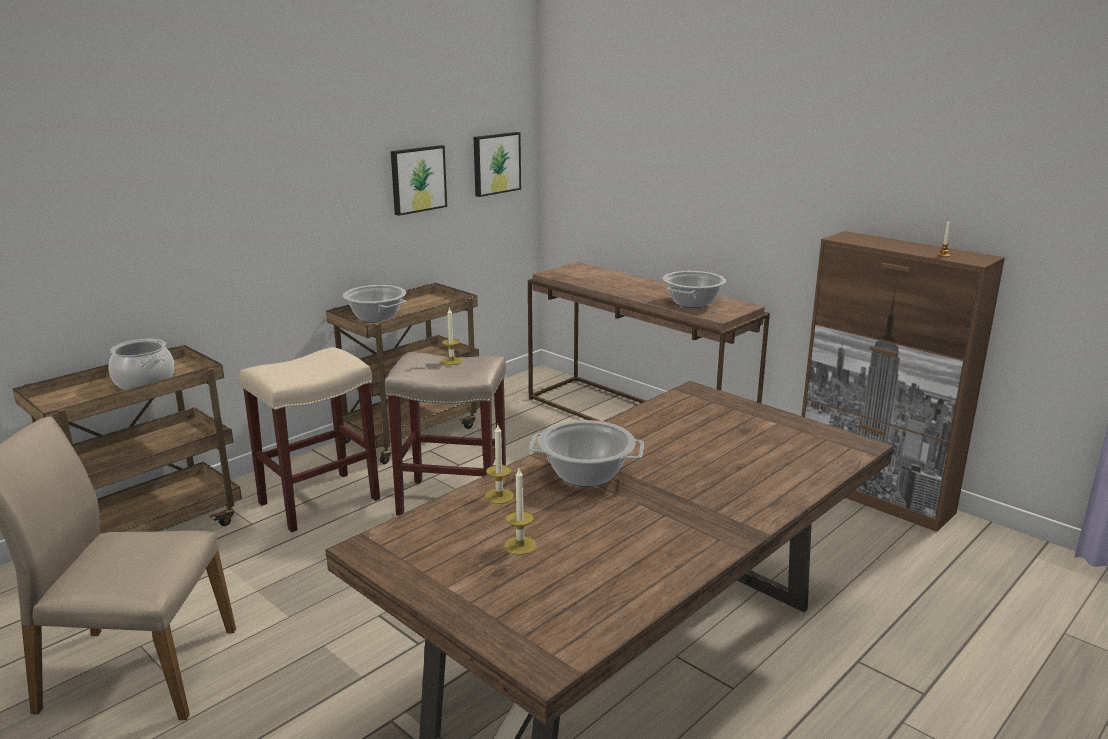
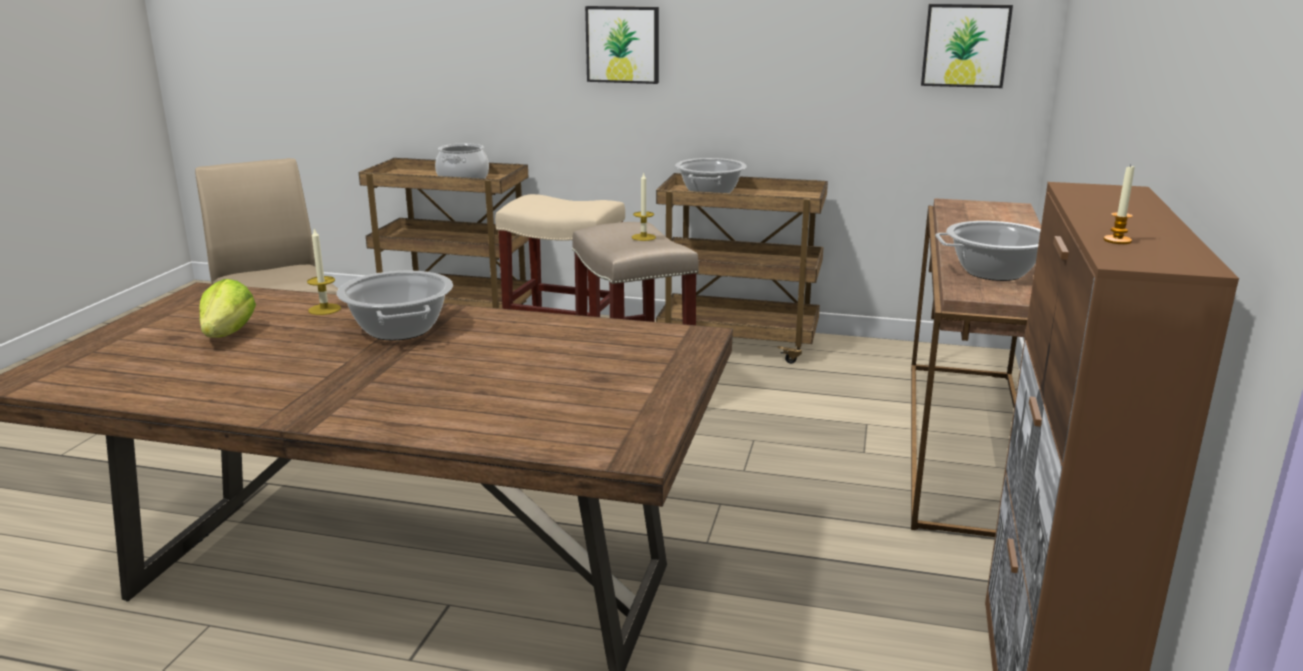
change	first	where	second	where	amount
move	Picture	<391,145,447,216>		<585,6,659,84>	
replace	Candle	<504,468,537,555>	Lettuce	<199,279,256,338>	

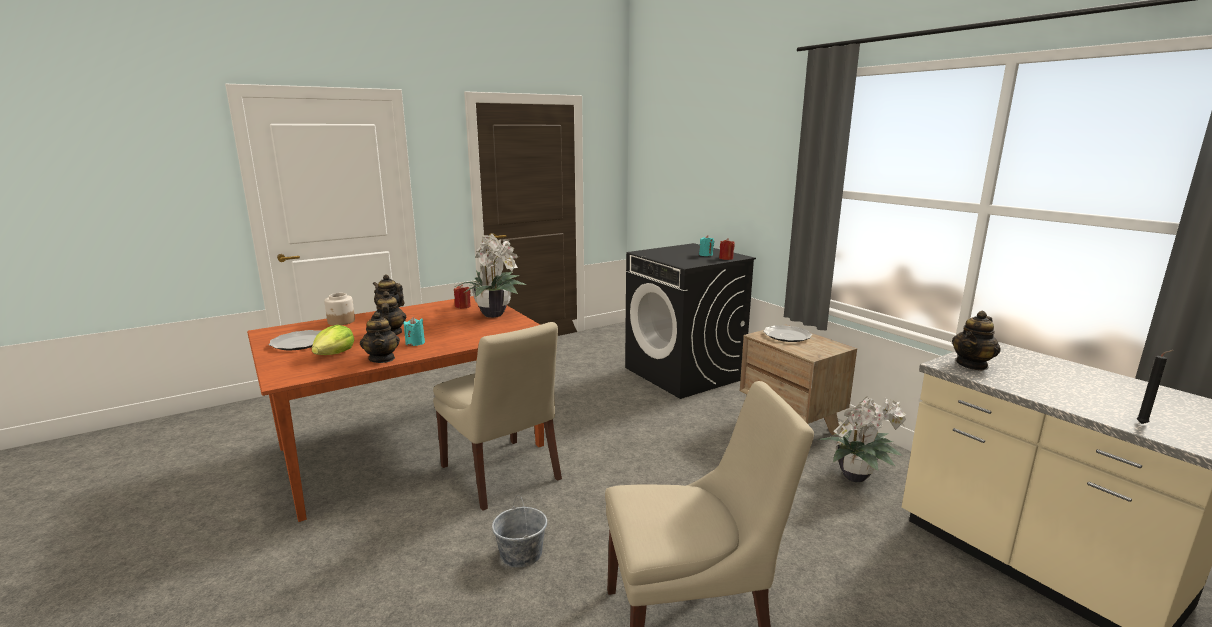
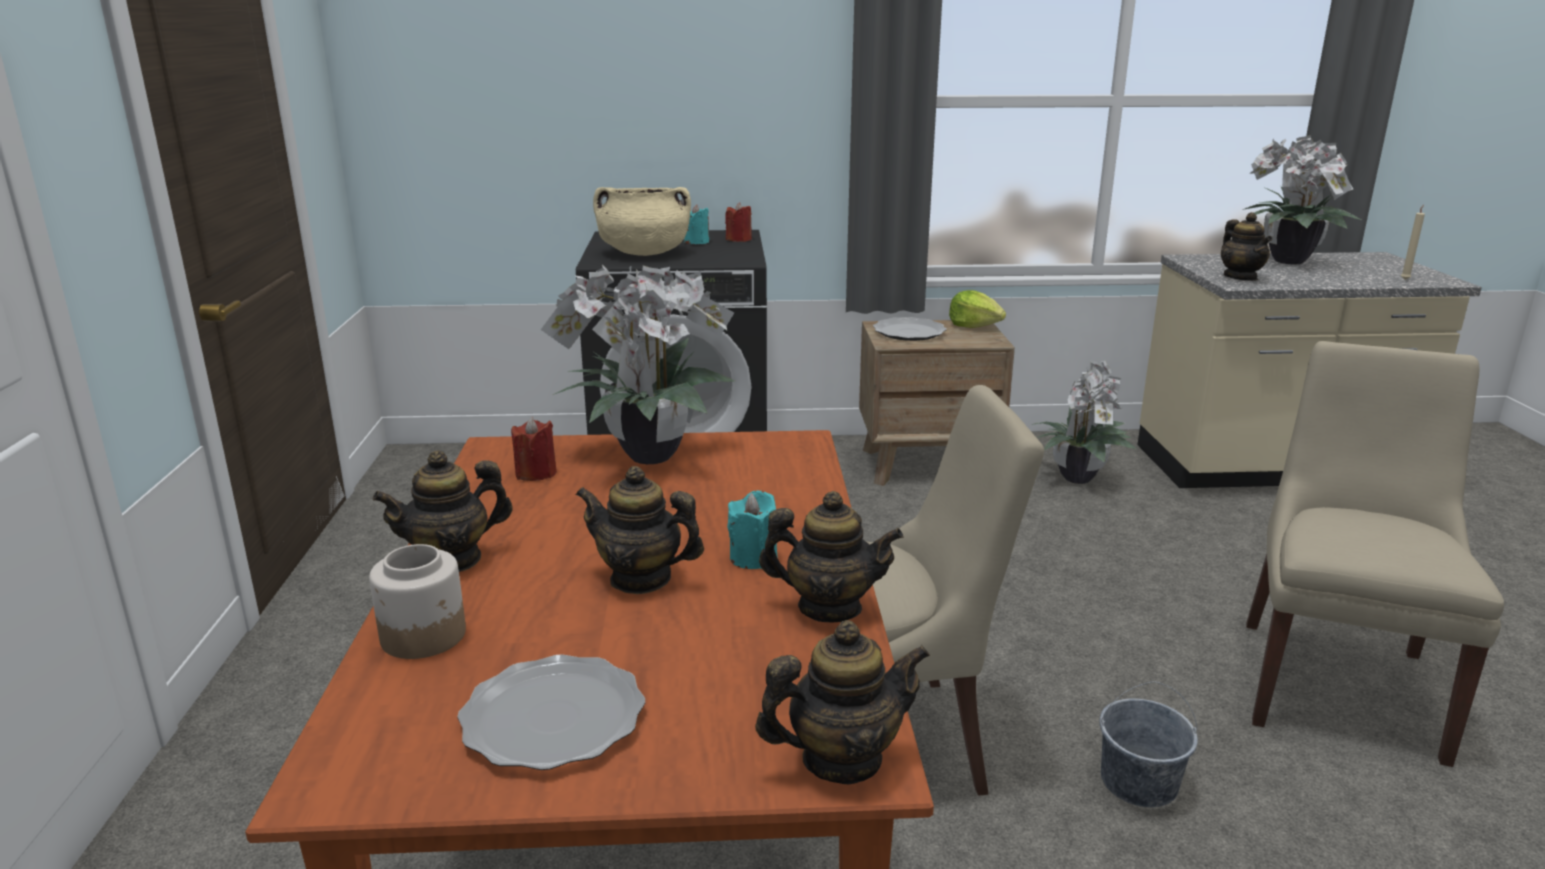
change	first	where	second	where	amount
insert			BeigeCookingPot	<593,187,691,256>	
insert			Teapot	<755,620,930,784>	
insert			PottedPlant	<1242,135,1361,264>	
move	Lettuce	<312,325,354,355>		<949,290,1006,328>	
recolor	BlackCandle	<1136,350,1173,424>	BeigeCandle	<1401,205,1425,280>	

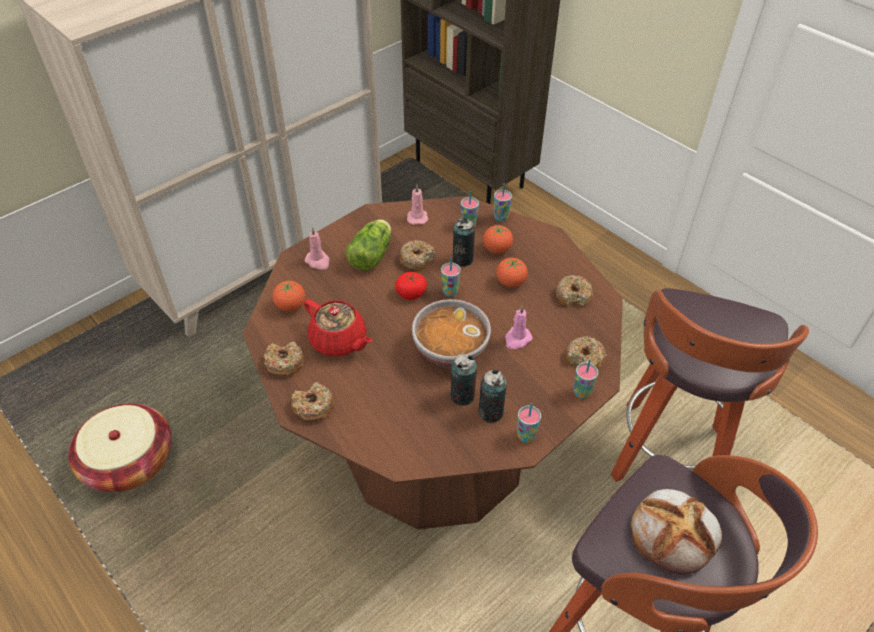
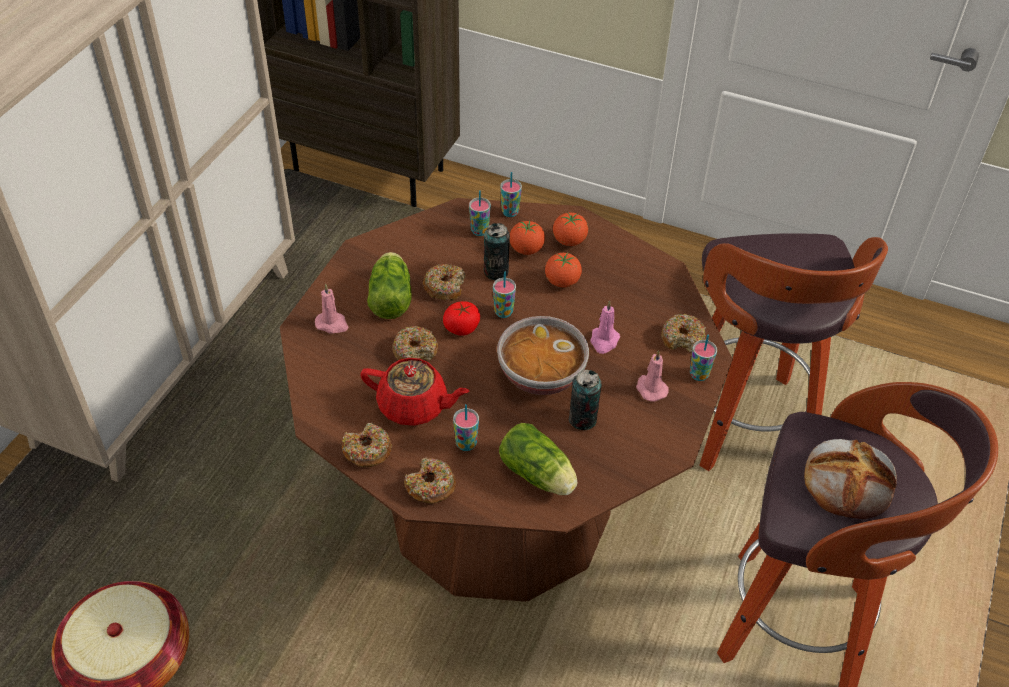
change	first	where	second	where	amount
delete	Can	<478,370,507,423>			
insert			Lettuce	<499,423,577,495>	
move	Tomato	<272,281,305,312>		<553,212,588,246>	
move	PinkCandle	<407,185,429,225>		<636,350,669,402>	
move	Cup	<517,403,541,443>		<453,404,479,451>	
move	Donut	<556,275,593,306>		<392,326,438,361>	

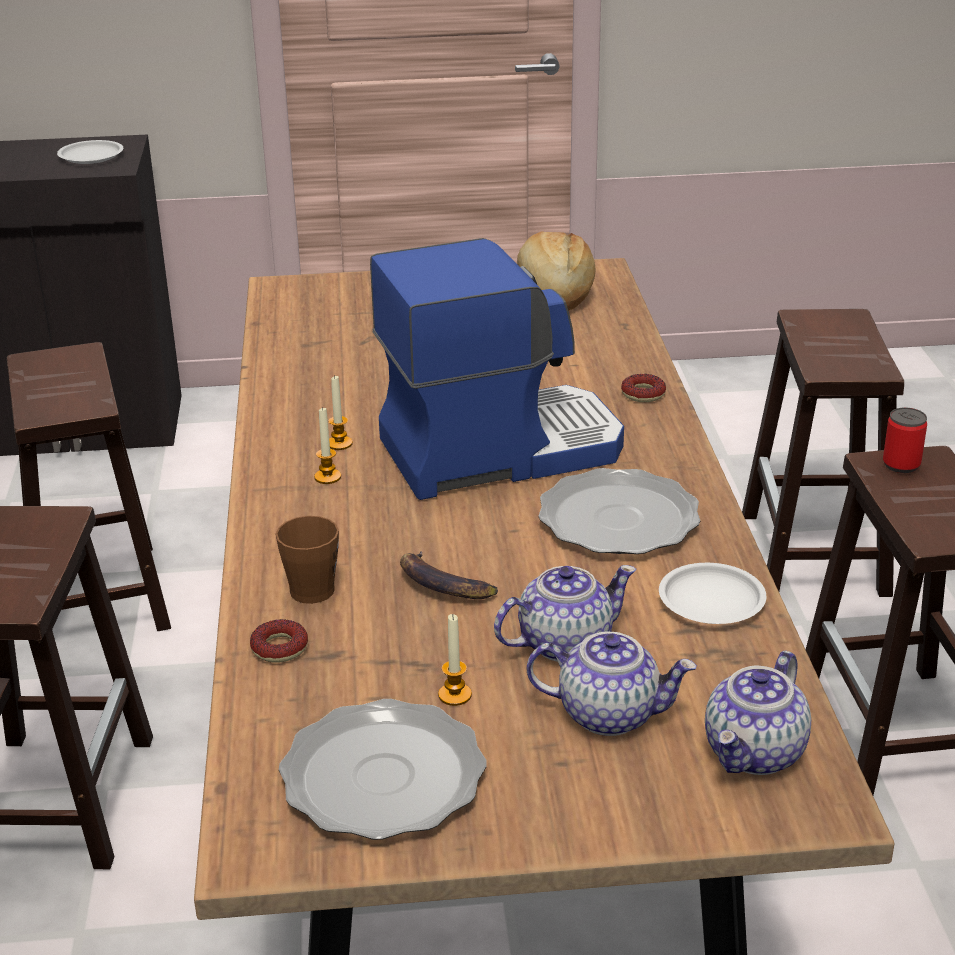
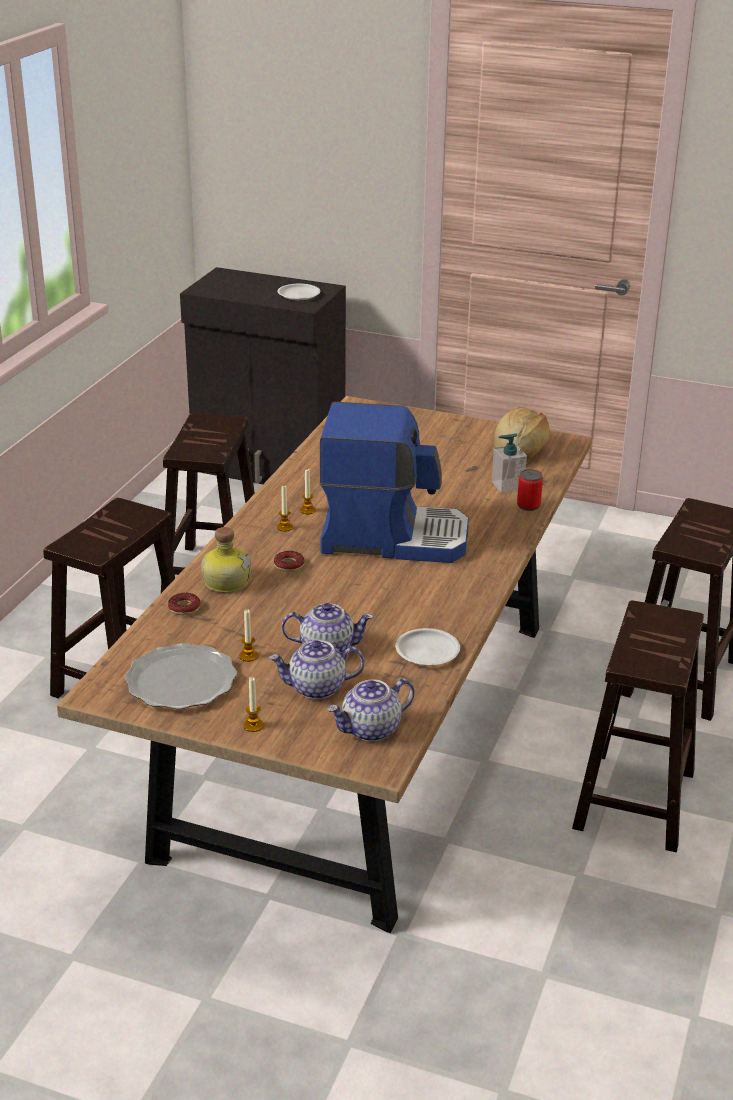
change	first	where	second	where	amount
delete	Banana	<400,551,498,599>			
delete	Plate	<539,468,700,554>			
insert			Candle	<243,677,264,732>	
insert			SoapDispenser	<492,433,527,493>	
move	Donut	<621,374,666,402>		<274,551,304,572>	
move	Can	<883,407,927,473>		<517,469,543,511>	
replace	BrownMug	<276,516,339,604>	Bottle	<201,527,251,593>	
rotate	Teapot	<527,632,697,736>		<269,640,365,700>	135 degrees clockwise

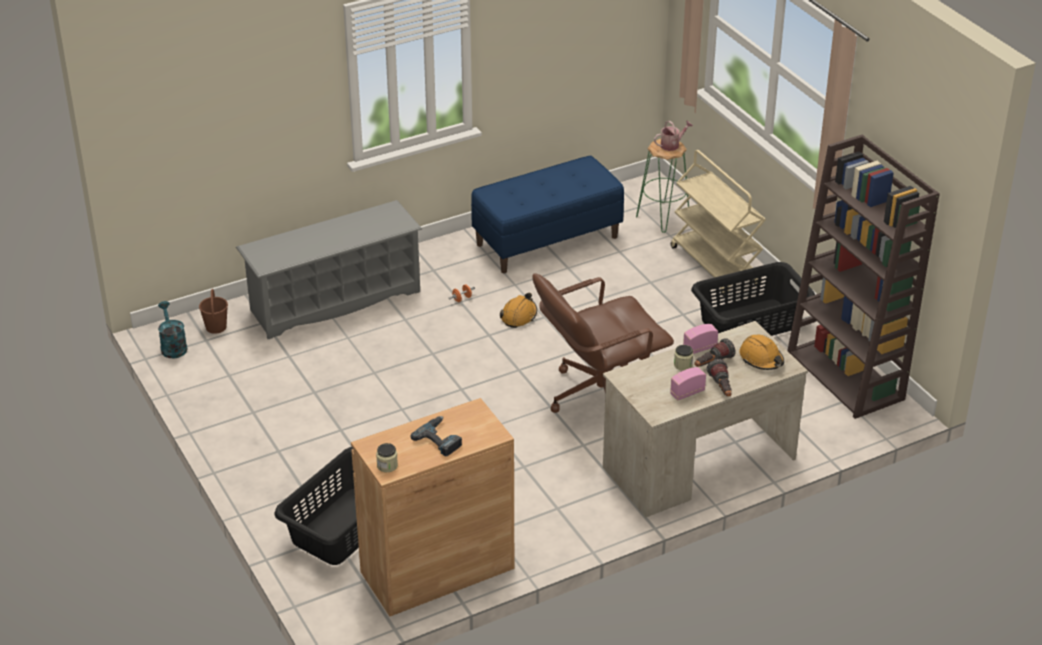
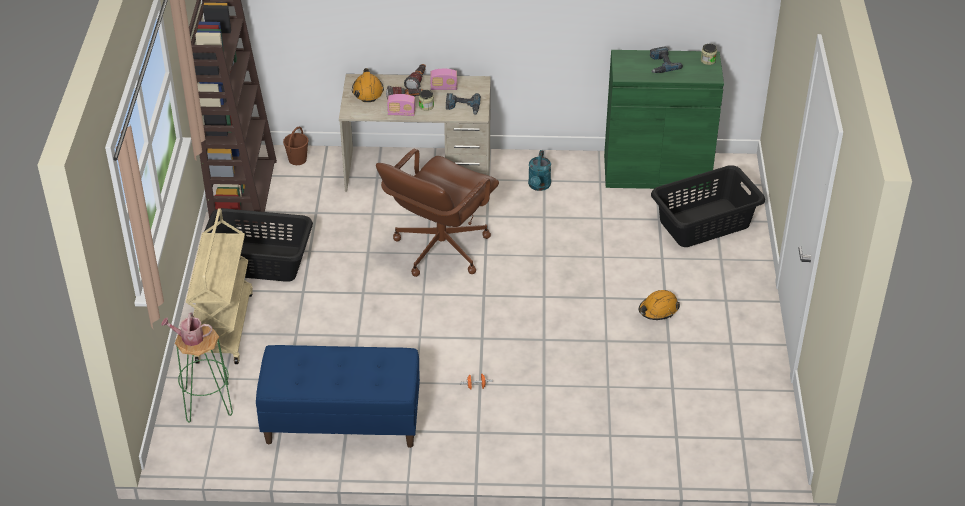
change	first	where	second	where	amount
delete	GreyShoeRack	<236,200,422,339>			
insert			PowerDrill	<446,93,481,115>	
move	TurquoiseWateringCan	<158,301,188,358>		<528,150,551,191>	
move	BrownBucket	<199,289,228,334>		<283,127,308,165>	
move	OrangeHardHat	<500,293,537,328>		<638,290,680,320>	
recolor	BrownCabinet	<351,398,514,616>	GreenCabinet	<604,50,724,190>	
rotate	BrownOfficeChair	<532,273,674,413>		<376,149,499,277>	120 degrees clockwise

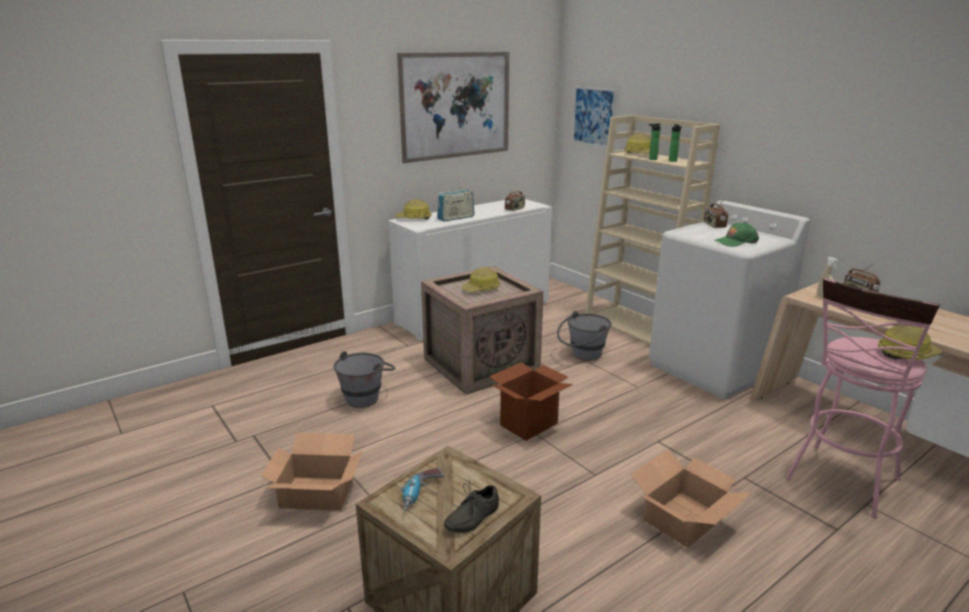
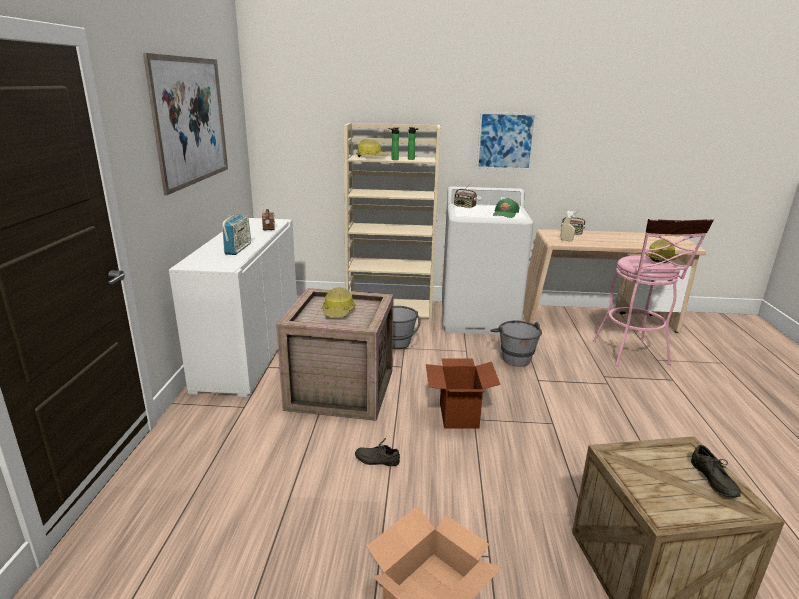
change	first	where	second	where	amount
delete	HardHat	<396,199,431,220>			
delete	PowerDrill	<400,468,444,511>			
delete	CardboardBox	<630,449,751,548>			
insert			GreyShoe	<355,437,400,466>	
move	GreyBucket	<333,351,395,408>		<490,321,542,367>	
move	Picture	<572,87,617,148>		<476,112,537,170>	

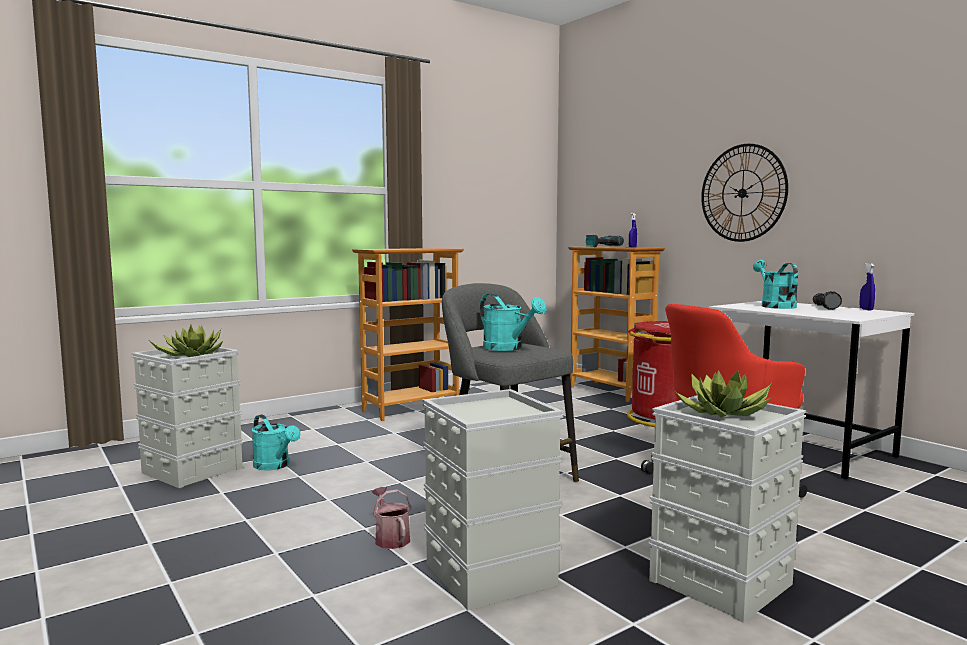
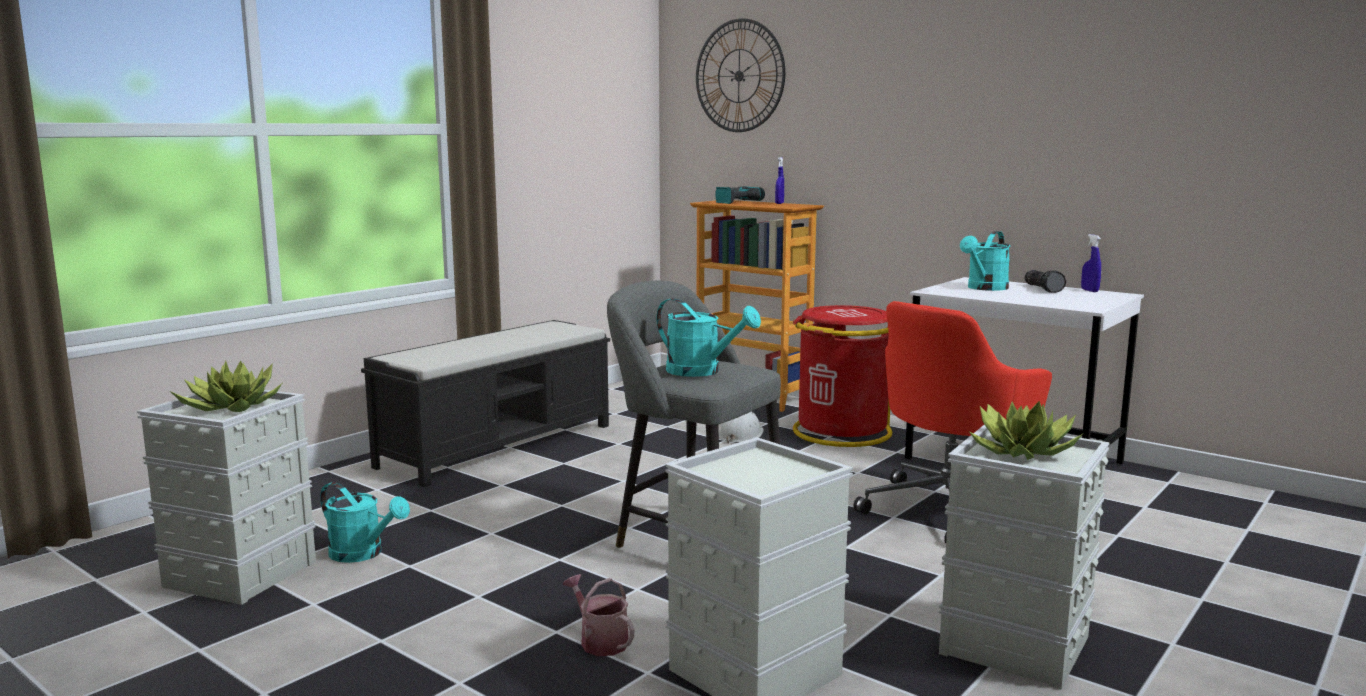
change	first	where	second	where	amount
insert			WhiteHardHat	<719,412,764,444>	
move	WallClock	<701,144,788,242>		<696,18,785,132>	
replace	Bookcase	<352,248,464,421>	BlackBench	<361,320,610,487>	
rotate	TurquoiseWateringCan	<753,260,799,309>		<960,231,1010,291>	120 degrees counterclockwise

